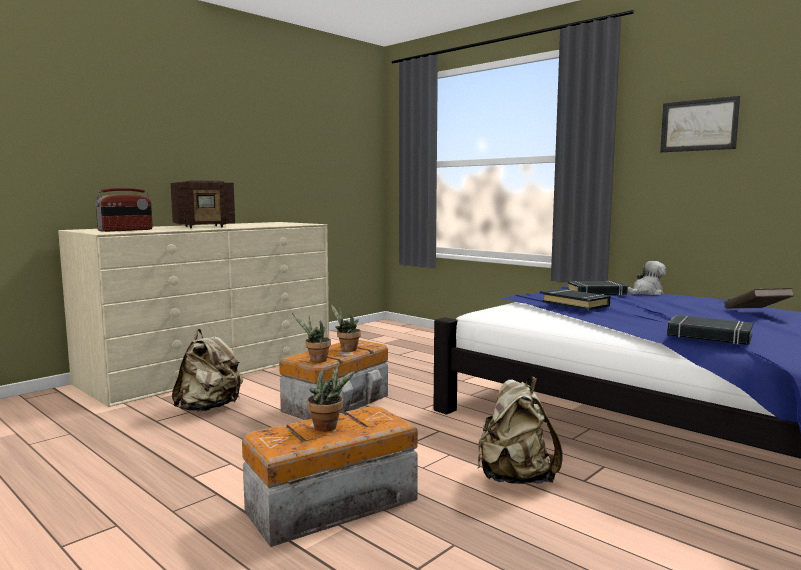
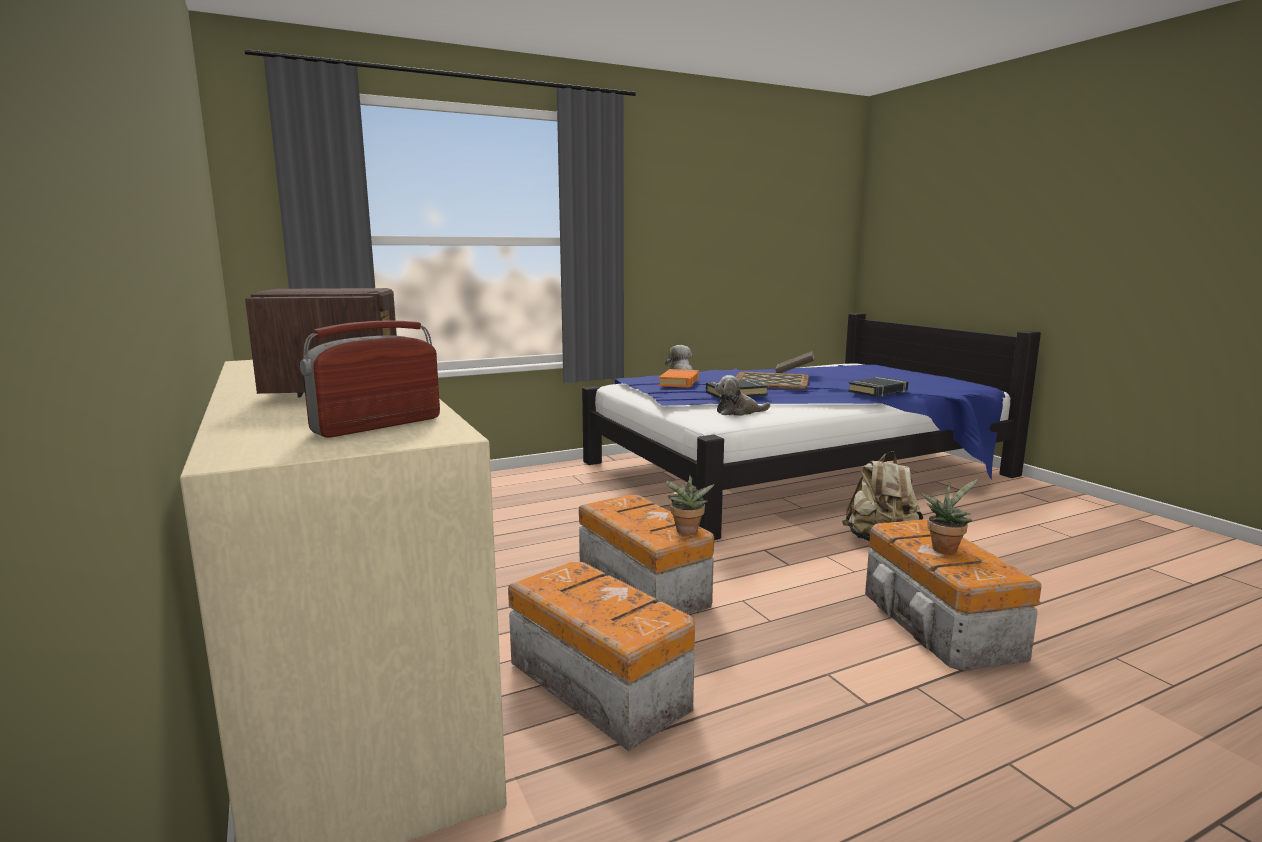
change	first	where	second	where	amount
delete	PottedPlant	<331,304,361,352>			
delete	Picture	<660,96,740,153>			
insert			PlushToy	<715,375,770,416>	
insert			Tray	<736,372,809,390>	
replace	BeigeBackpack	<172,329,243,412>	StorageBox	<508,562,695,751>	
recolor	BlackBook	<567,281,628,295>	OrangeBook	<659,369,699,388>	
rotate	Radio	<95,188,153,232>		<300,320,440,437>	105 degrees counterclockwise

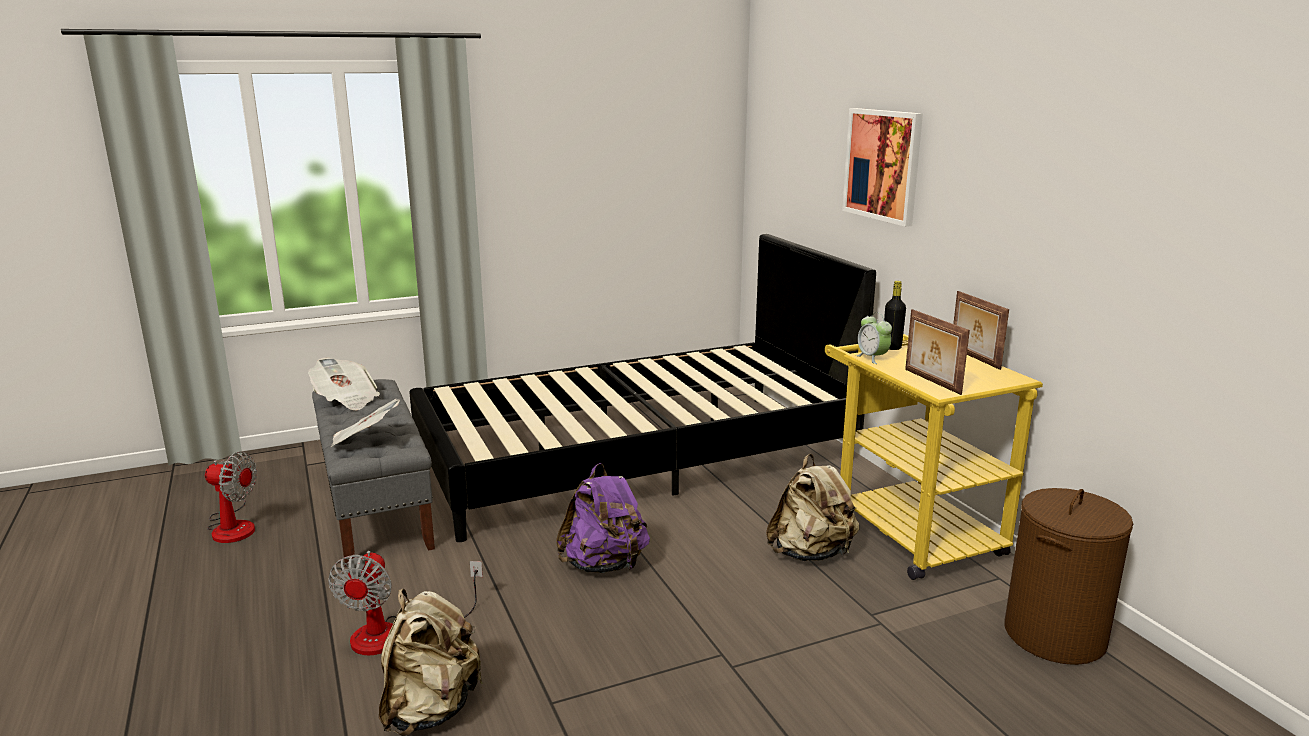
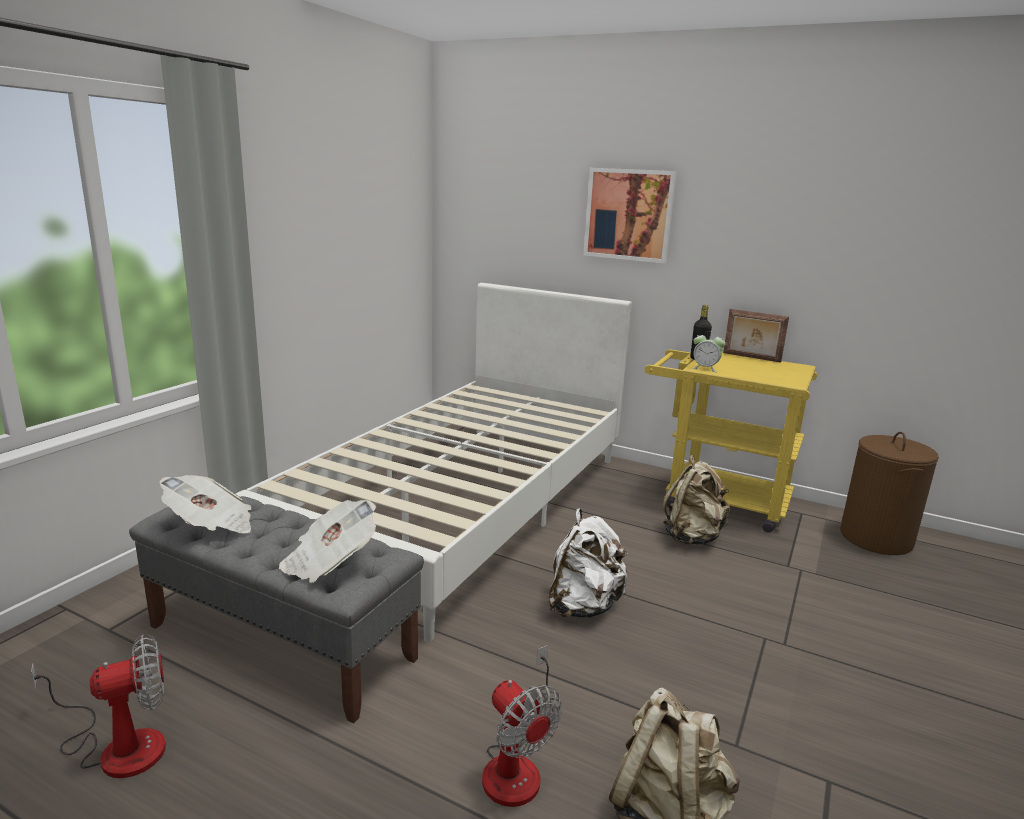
change	first	where	second	where	amount
delete	PictureFrame	<905,309,970,395>			
recolor	BlackBed	<409,234,876,542>	WhiteBed	<236,283,632,642>	
recolor	PurpleBackpack	<556,463,650,573>	WhiteBackpack	<548,508,628,618>	

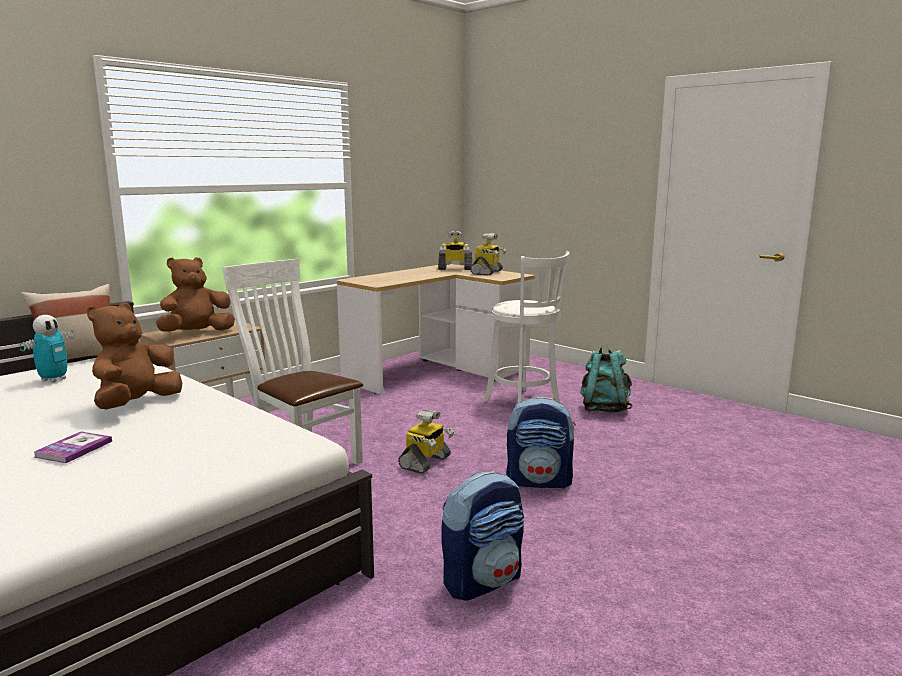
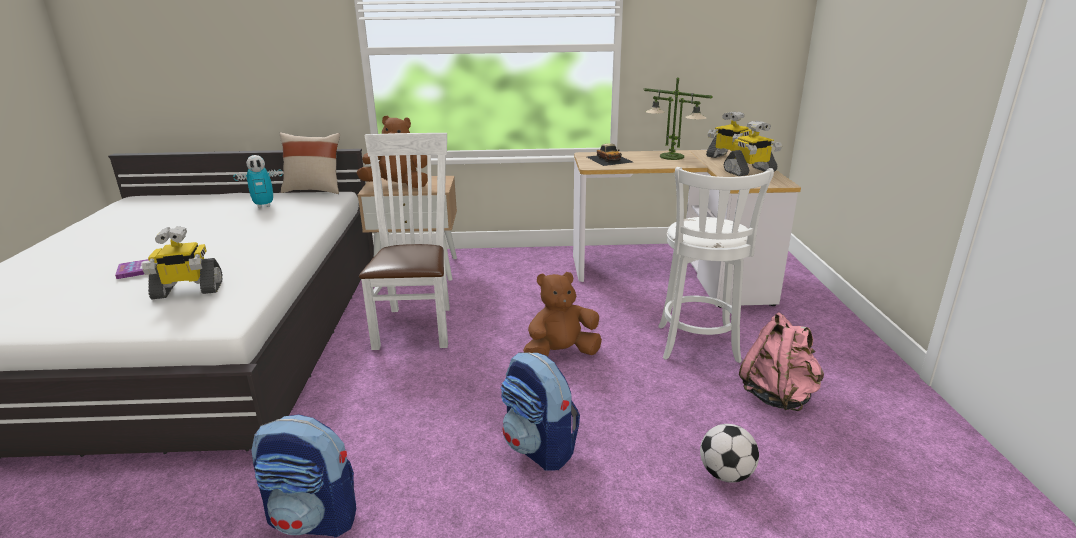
change	first	where	second	where	amount
insert			ToyCar	<587,143,632,166>	
insert			TableLamp	<644,77,713,160>	
insert			Football	<700,424,759,483>	
move	BrownPlushToy	<87,303,182,409>		<523,272,602,357>	
move	ToyRobot	<398,409,454,474>		<142,226,223,299>	
recolor	TurquoiseBackpack	<580,345,632,413>	PinkBackpack	<739,312,824,411>	

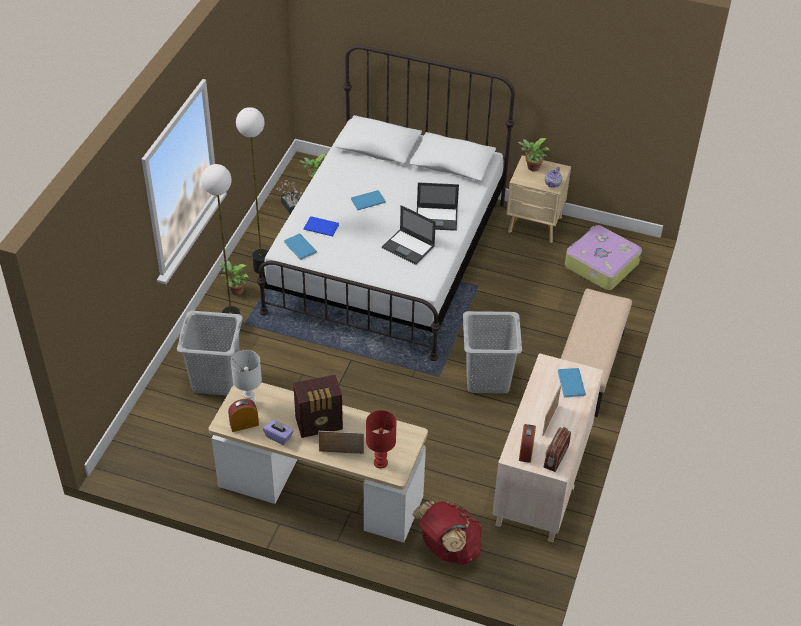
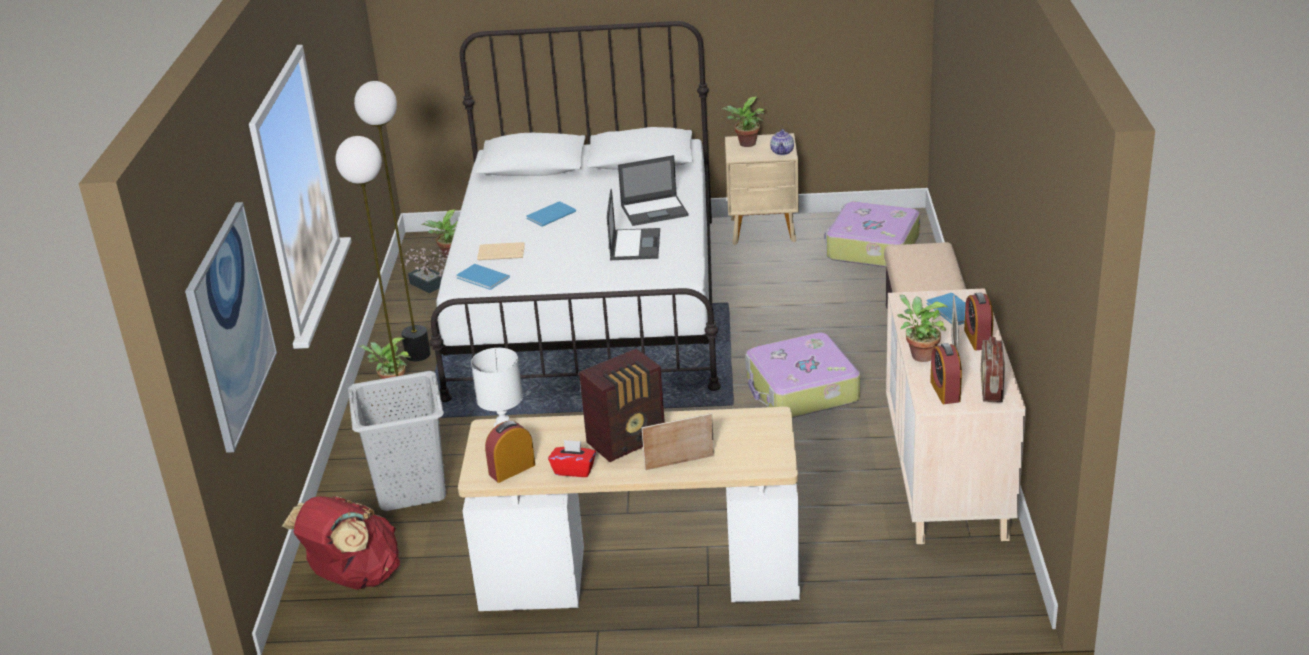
change	first	where	second	where	amount
delete	RedTableLamp	<366,410,397,469>			
insert			Picture	<185,202,277,453>	
insert			PottedPlant	<897,295,947,362>	
insert			AlarmClock	<964,292,993,350>	
move	RedBackpack	<412,501,482,565>		<282,496,400,590>	
replace	GreyLaundryBasket	<463,311,522,393>	Suitcase	<745,332,860,418>	
recolor	PurpleTissueBox	<263,420,294,445>	RedTissueBox	<548,440,596,477>	
recolor	BlueBook	<304,216,339,236>	BeigeBook	<477,242,525,260>	
rotate	Laptop	<382,205,436,265>		<607,189,660,260>	105 degrees counterclockwise

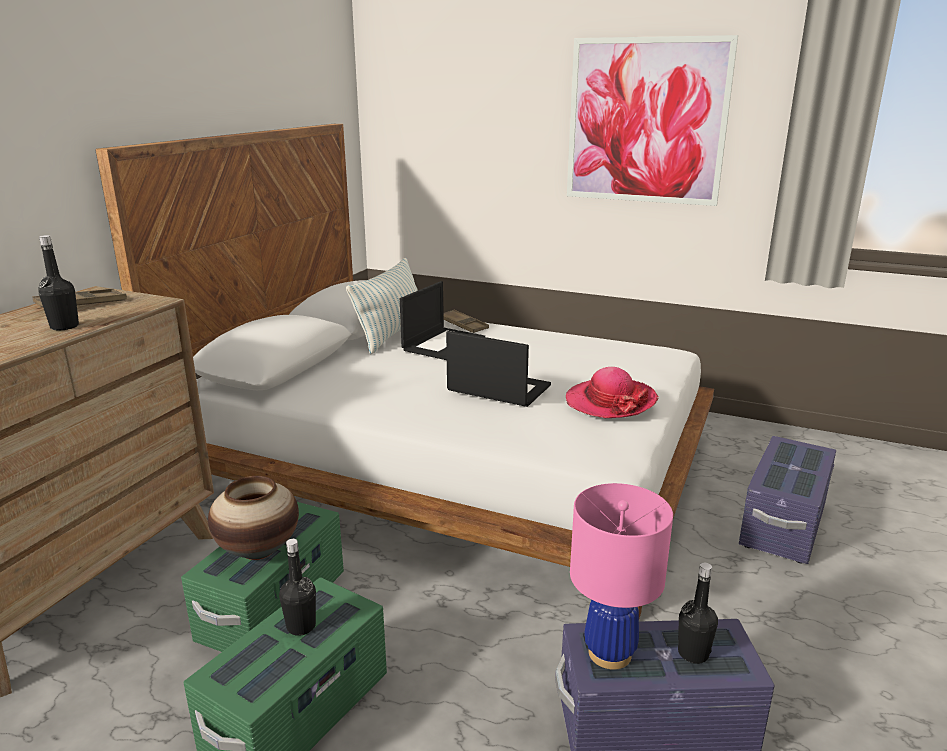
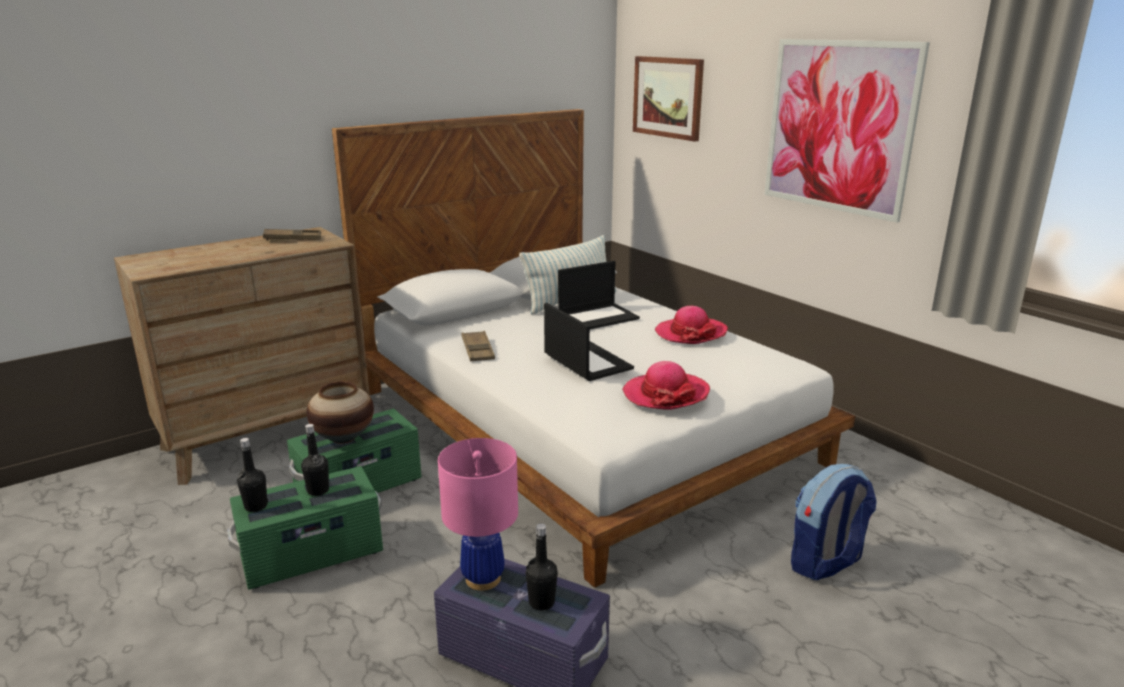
change	first	where	second	where	amount
insert			Picture	<633,56,704,142>	
insert			Hat	<655,306,728,344>	
move	BlackBottle	<38,235,79,330>		<237,438,268,512>	
move	BrownTray	<444,310,489,333>		<462,331,495,362>	
replace	PurpleStorageBox	<739,436,836,564>	Backpack	<791,464,877,580>	

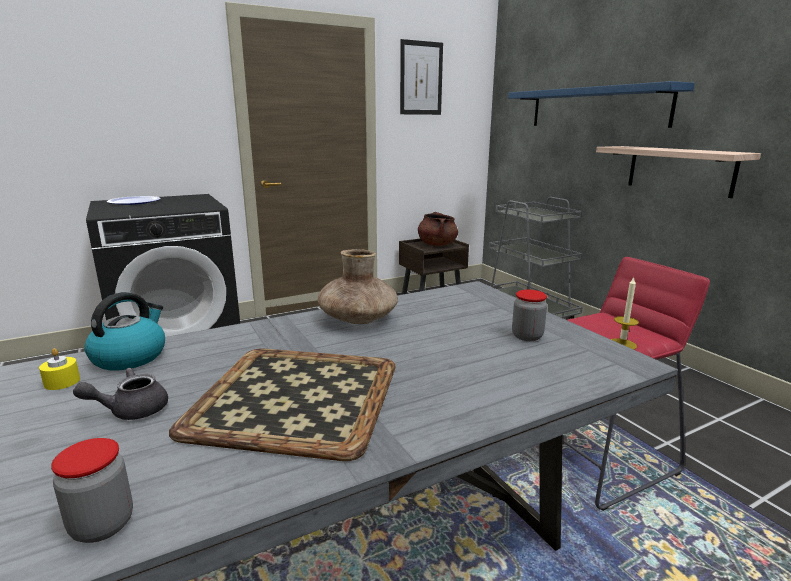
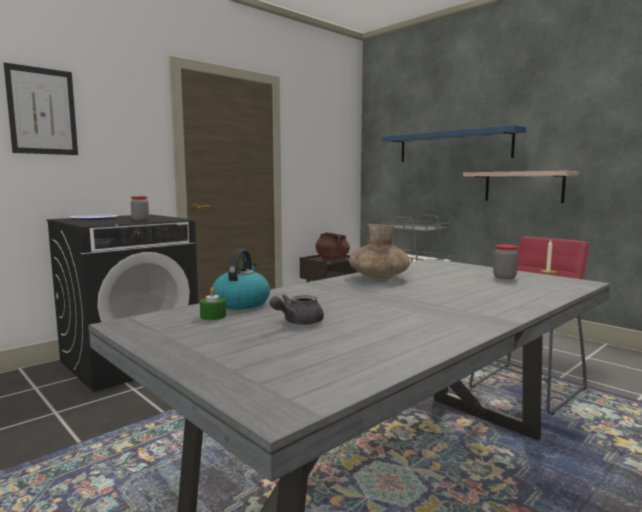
change	first	where	second	where	amount
delete	Tray	<169,349,396,461>			
move	Jar	<51,438,133,543>		<131,196,149,221>	
move	Picture	<400,39,443,115>		<4,63,78,155>	
recolor	YellowCandle	<39,348,80,390>	GreenCandle	<200,287,226,320>	

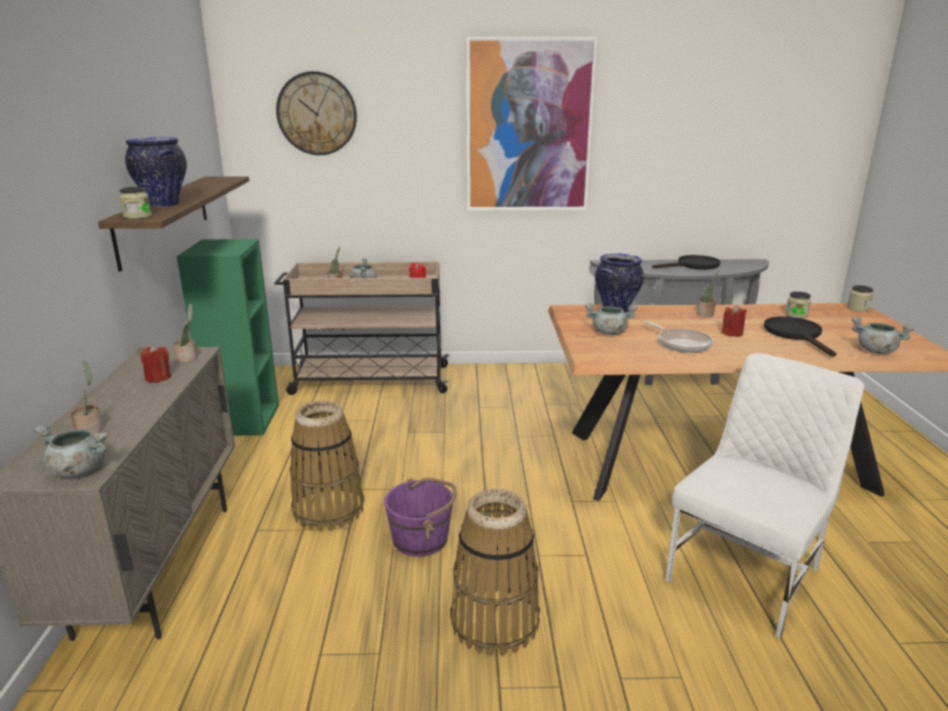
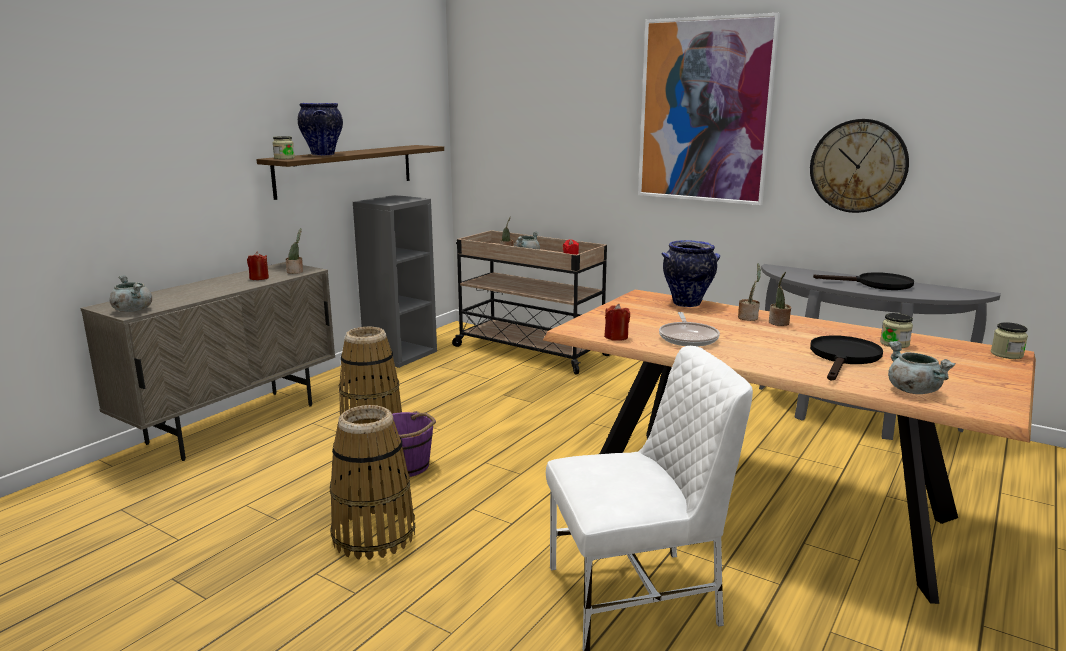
change	first	where	second	where	amount
delete	GreyCookingPot	<585,303,637,335>			
move	PottedPlant	<71,360,103,434>		<738,263,761,321>	
move	WallClock	<276,71,357,155>		<810,119,909,213>	
move	RedCandle	<721,305,747,337>		<604,304,630,341>	
recolor	GreenBookcase	<177,239,279,436>	GreyBookcase	<353,195,437,368>	

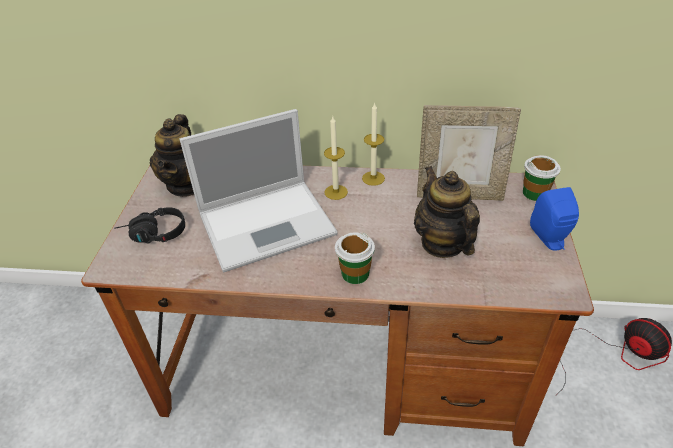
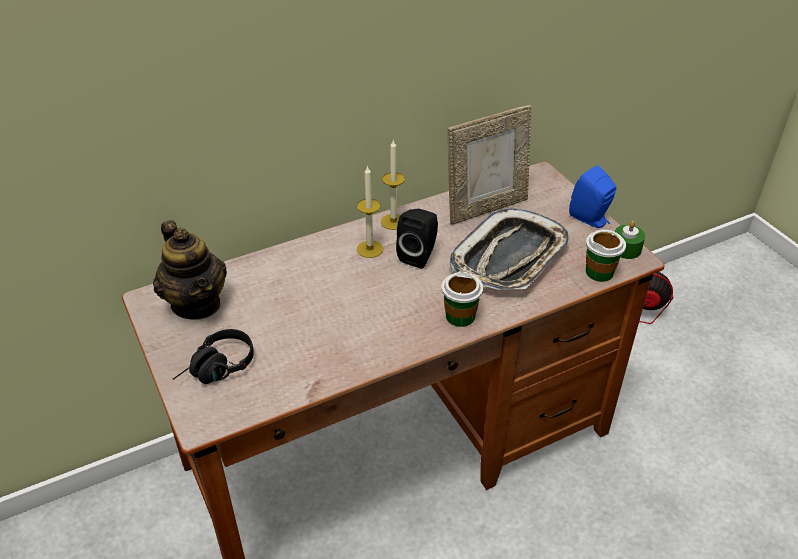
change	first	where	second	where	amount
delete	Laptop	<180,109,338,272>			
insert			BlackSpeaker	<396,209,438,268>	
insert			GreenCandle	<615,221,645,259>	
move	Cup	<523,155,561,201>		<586,230,626,282>	
replace	Teapot	<414,166,480,258>	Tray	<450,208,570,290>	

